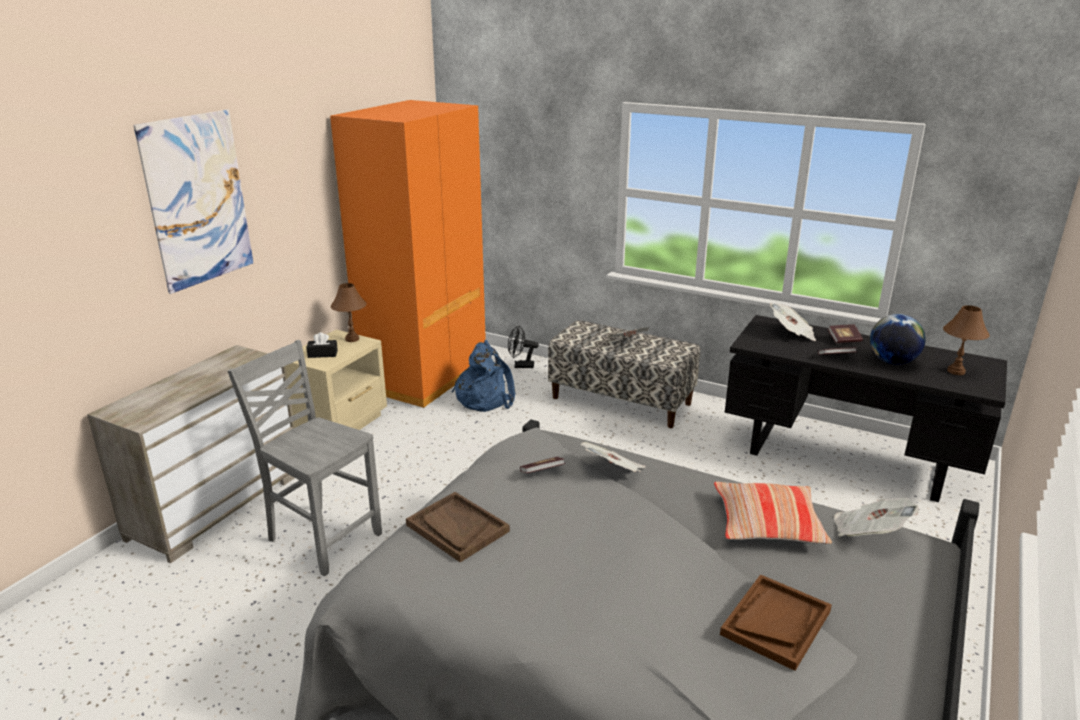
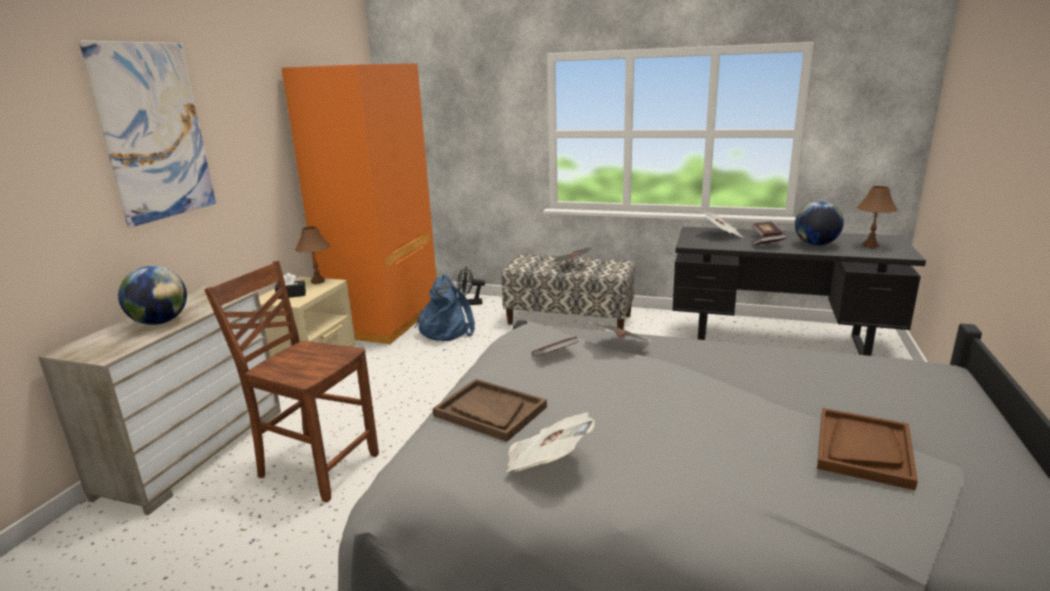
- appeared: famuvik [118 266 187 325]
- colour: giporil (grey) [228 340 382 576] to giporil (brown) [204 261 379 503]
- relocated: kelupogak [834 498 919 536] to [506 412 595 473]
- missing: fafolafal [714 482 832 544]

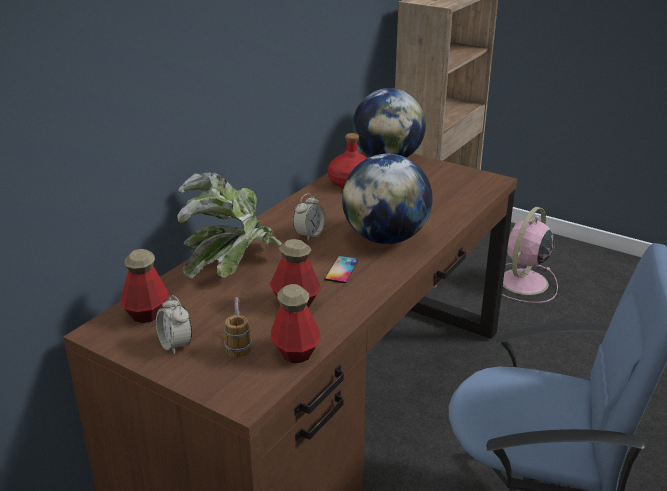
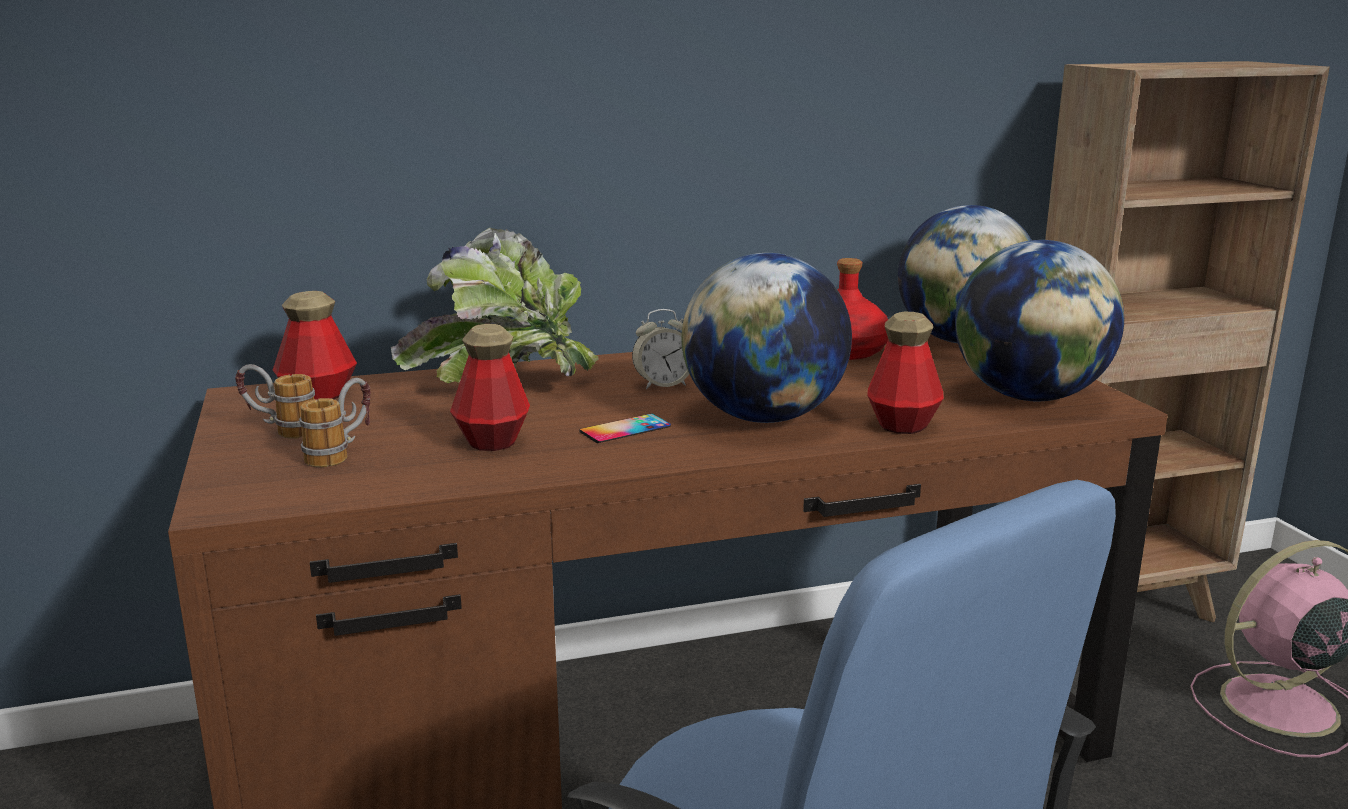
- exchanged: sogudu [156 295 192 355] to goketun [235 364 315 439]
- relocated: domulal [271 284 320 363] to [867 312 944 434]
- appeared: famuvik [955 240 1124 401]

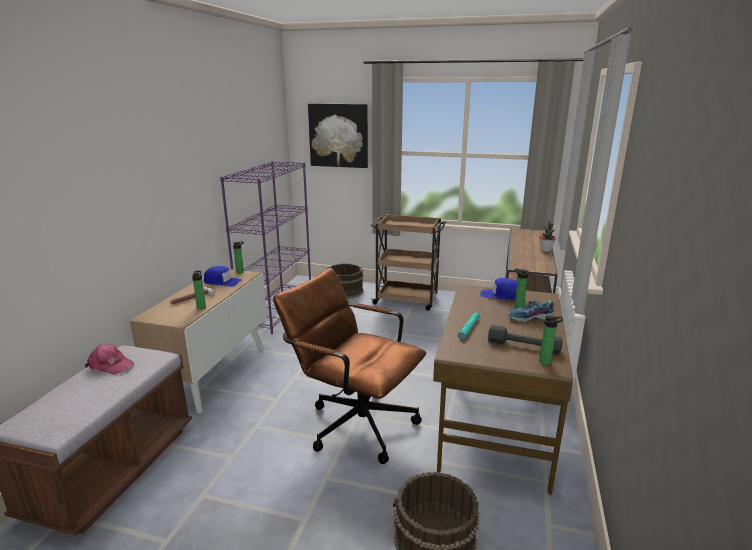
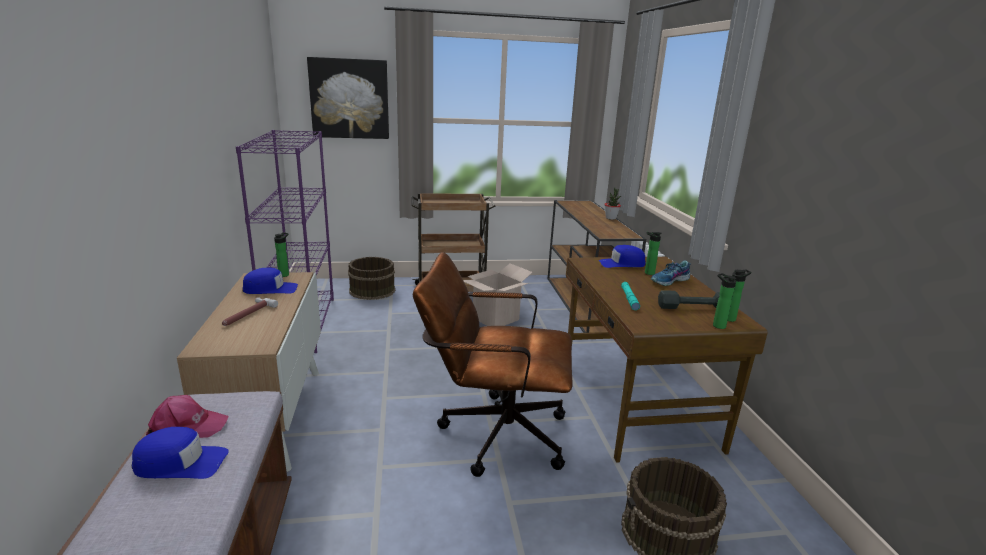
- appeared: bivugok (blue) [132 427 229 479]
- appeared: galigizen [463 263 533 326]
- relocated: domulal [192 270 206 310] to [713 273 736 329]

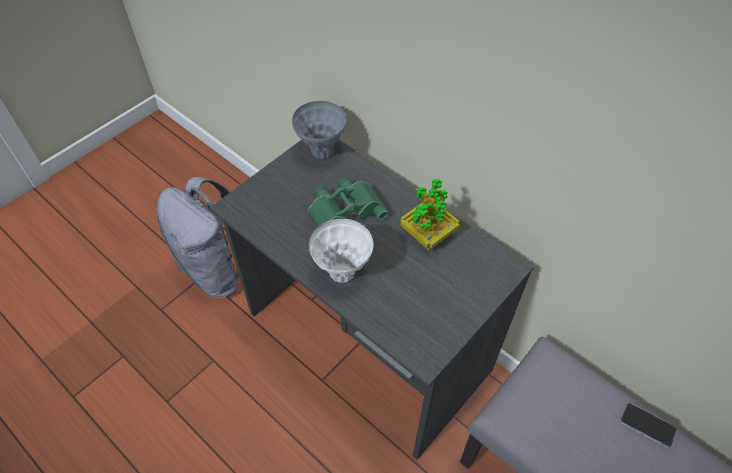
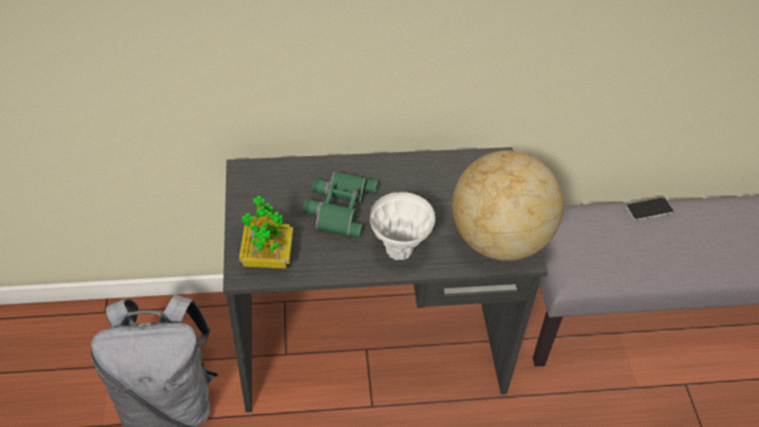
- relocated: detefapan [400 179 460 250] to [239 196 293 268]
- appeared: famuvik [452 150 563 261]
- missing: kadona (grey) [292 101 347 159]

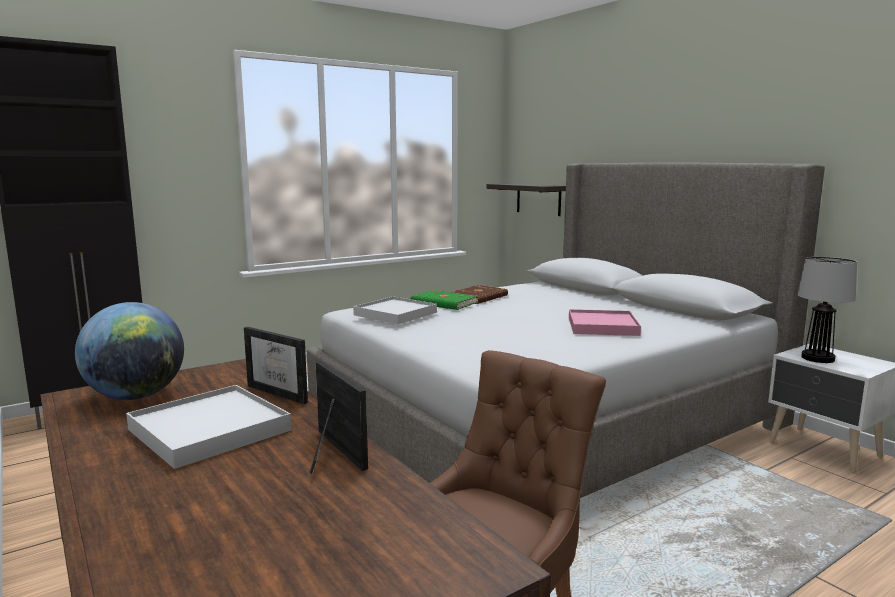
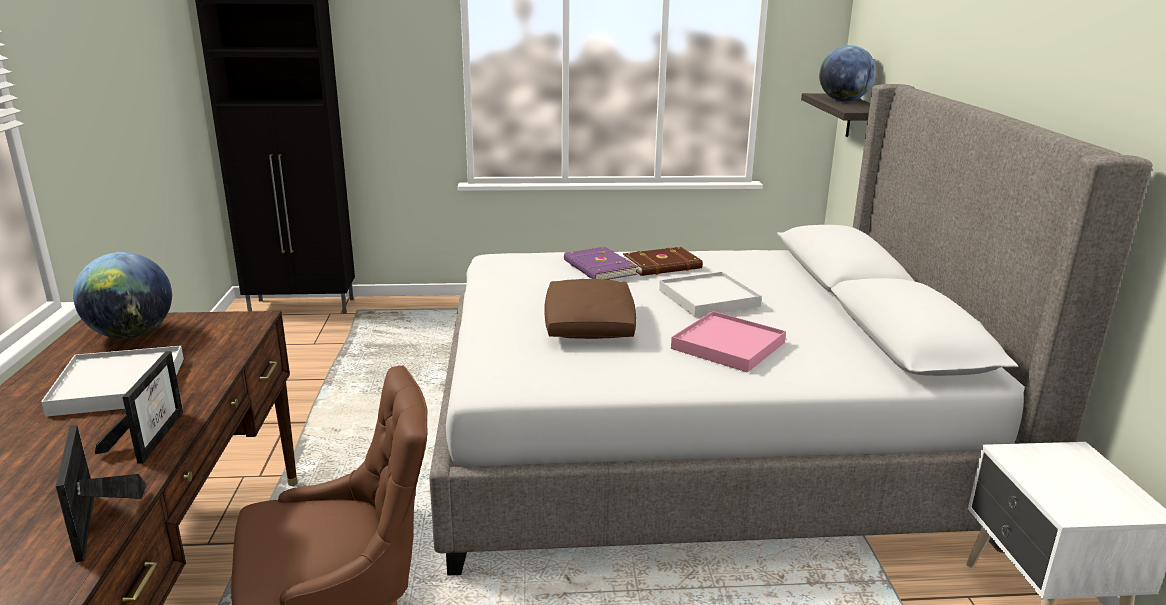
- relocated: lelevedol [244 327 308 404] to [55 425 146 562]
- appeared: fafolafal (brown) [545 279 636 339]
- colour: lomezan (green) [410 290 477 310] to lomezan (purple) [564 247 638 280]
- relocated: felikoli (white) [353 296 437 324] to [659 272 762 317]
- appeared: famuvik [819 45 876 101]
- missing: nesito [797 257 857 363]

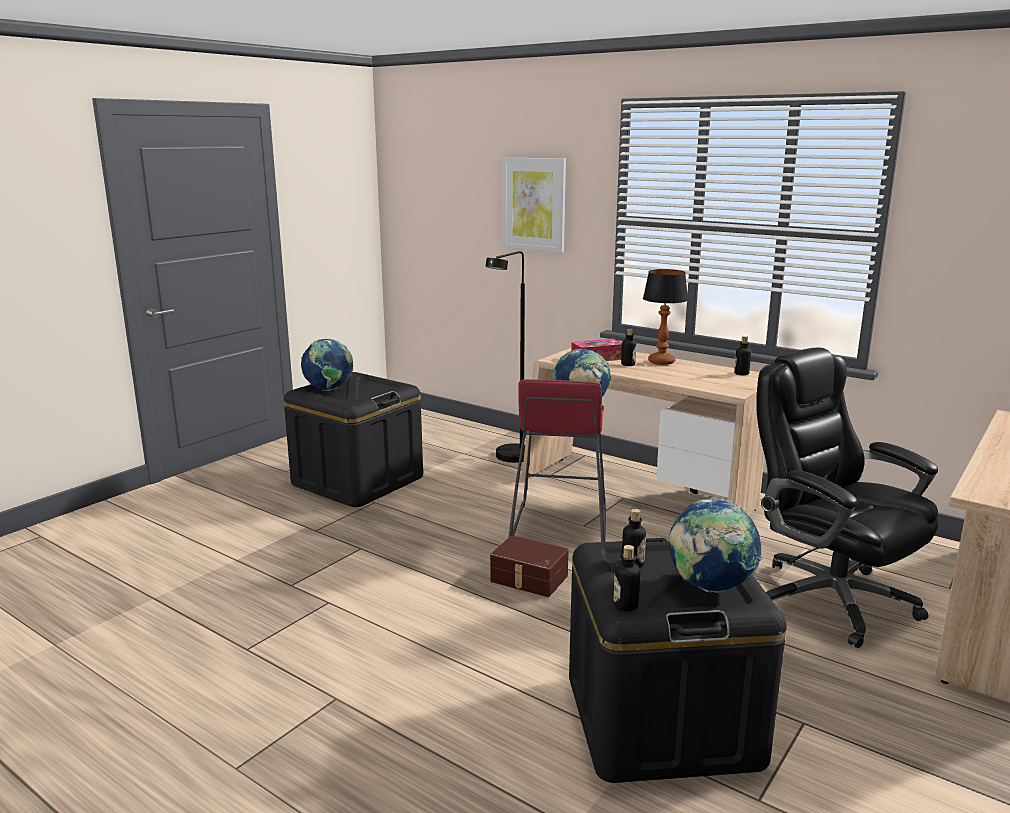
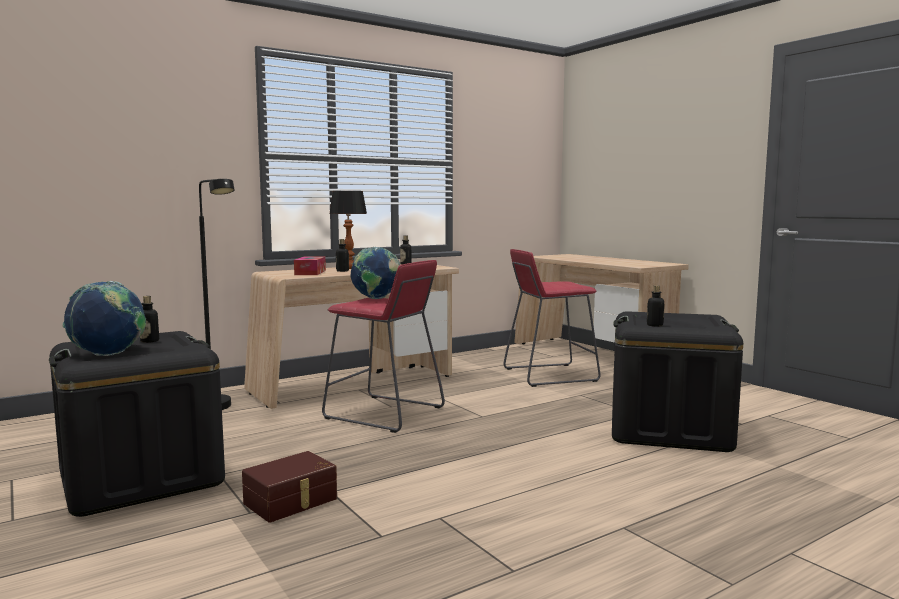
- relocated: domulal [613 545 640 611] to [140 296 159 343]
- relocated: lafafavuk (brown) [490 536 569 597] to [242 451 337 523]
- exchanged: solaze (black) [756 347 938 648] to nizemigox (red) [503 249 601 387]
- missing: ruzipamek [502 157 566 253]
- missing: famuvik [669 498 763 593]

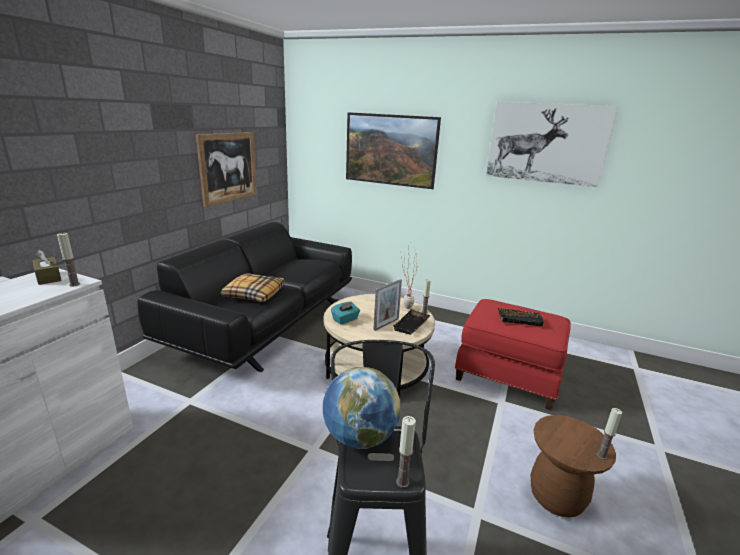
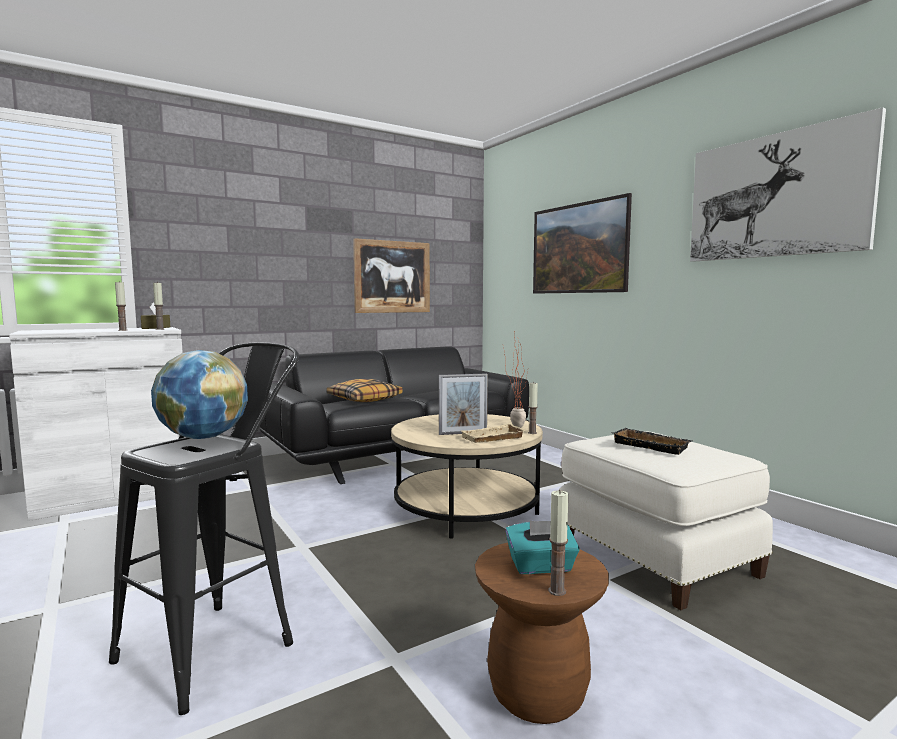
- relocated: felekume [396 416 416 488] to [115 281 127 331]
- colour: felikoli (black) [393 309 430 335] to felikoli (beige) [460 423 525 443]
- relocated: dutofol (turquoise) [331 302 360 325] to [506 521 580 574]
- colour: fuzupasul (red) [455 299 571 410] to fuzupasul (white) [559 431 773 610]

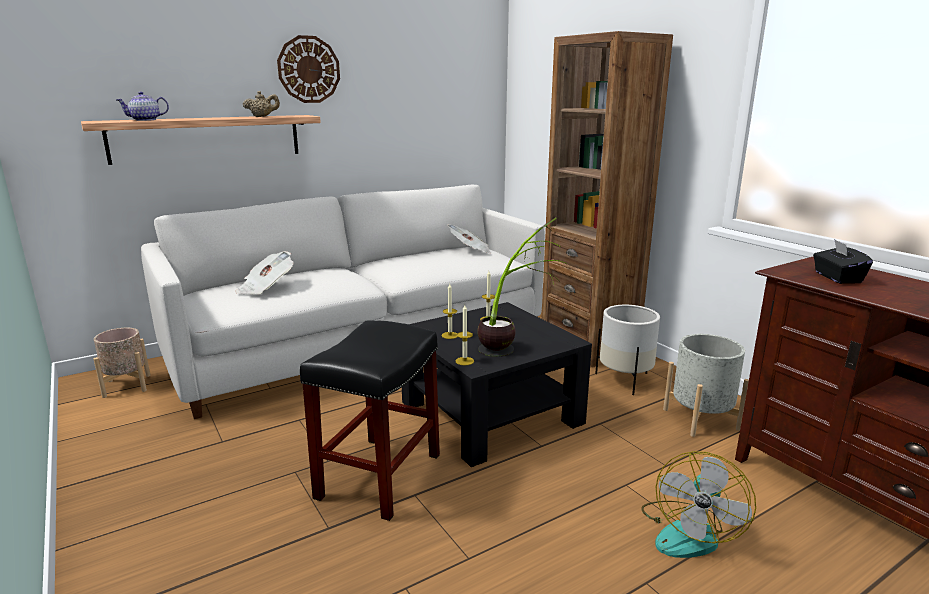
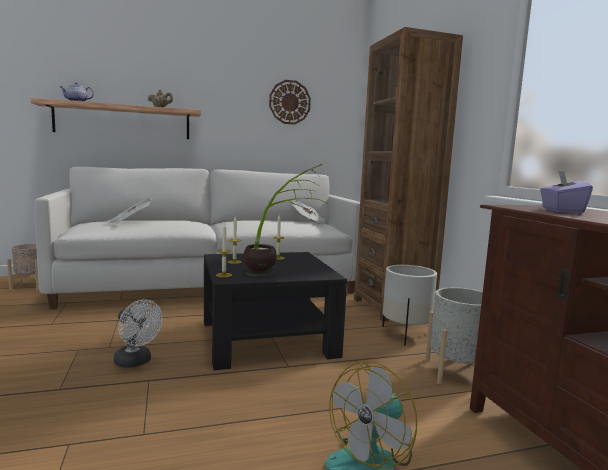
- exchanged: nizemigox (black) [300 320 440 521] to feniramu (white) [113 299 163 368]
- relocated: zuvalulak [277 35 340 103] to [269 80 311 125]
- colour: dutofol (black) [813 239 873 284] to dutofol (purple) [540 171 593 213]

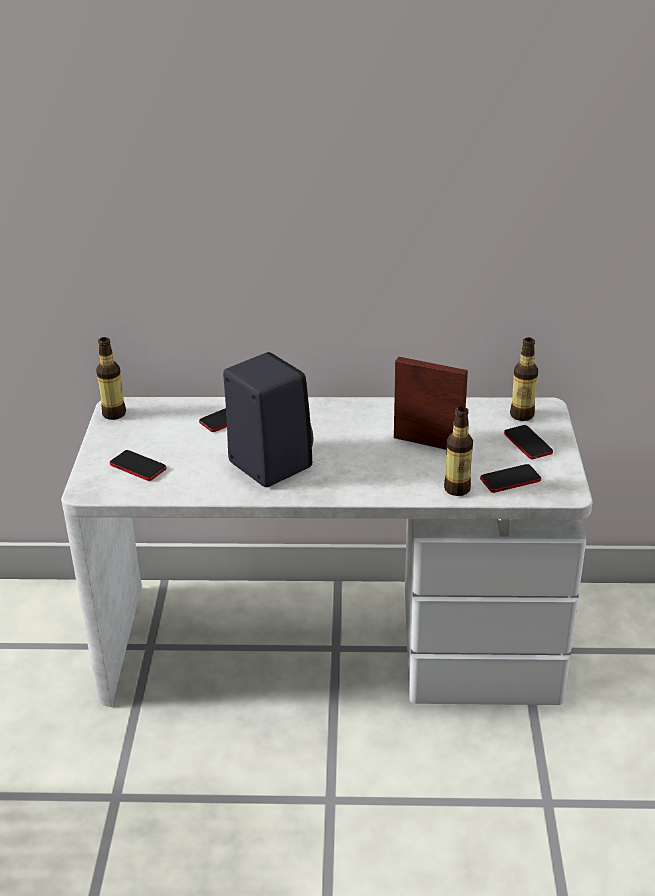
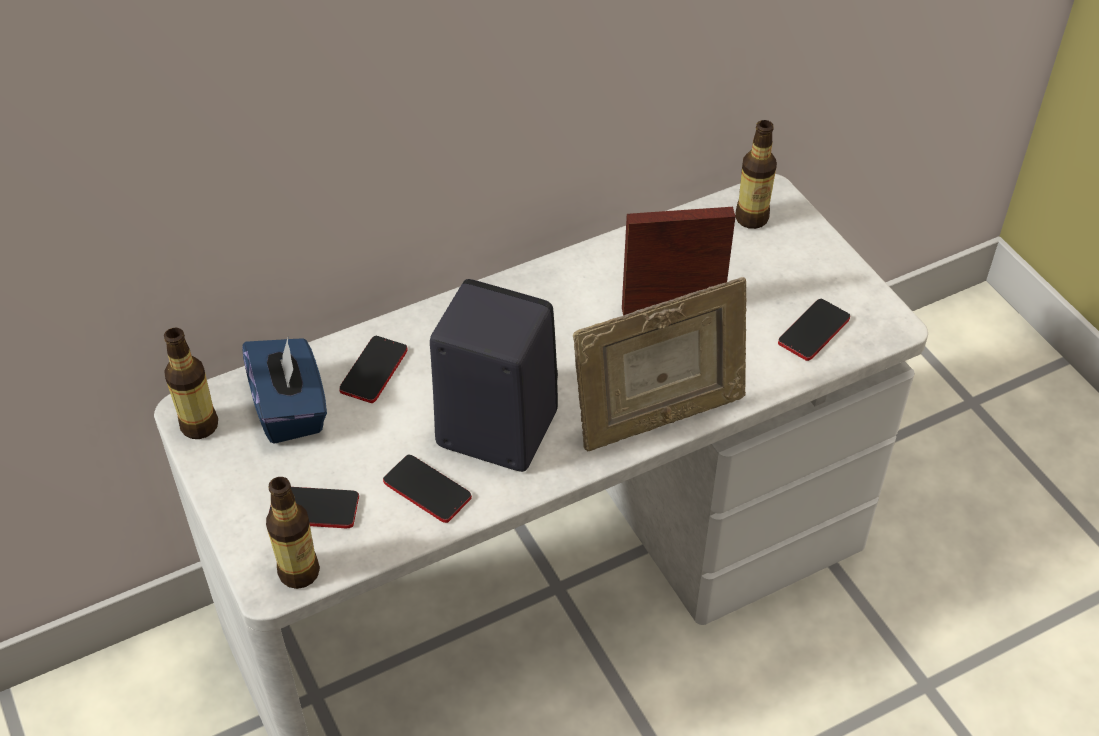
- appeared: dutofol (blue) [242 338 327 444]
- relocated: domulal [444 407 473 496] to [266 477 320 589]
- relocated: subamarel [504 425 553 459] to [383 455 472 523]
- appeared: lelevedol [573 277 747 451]

